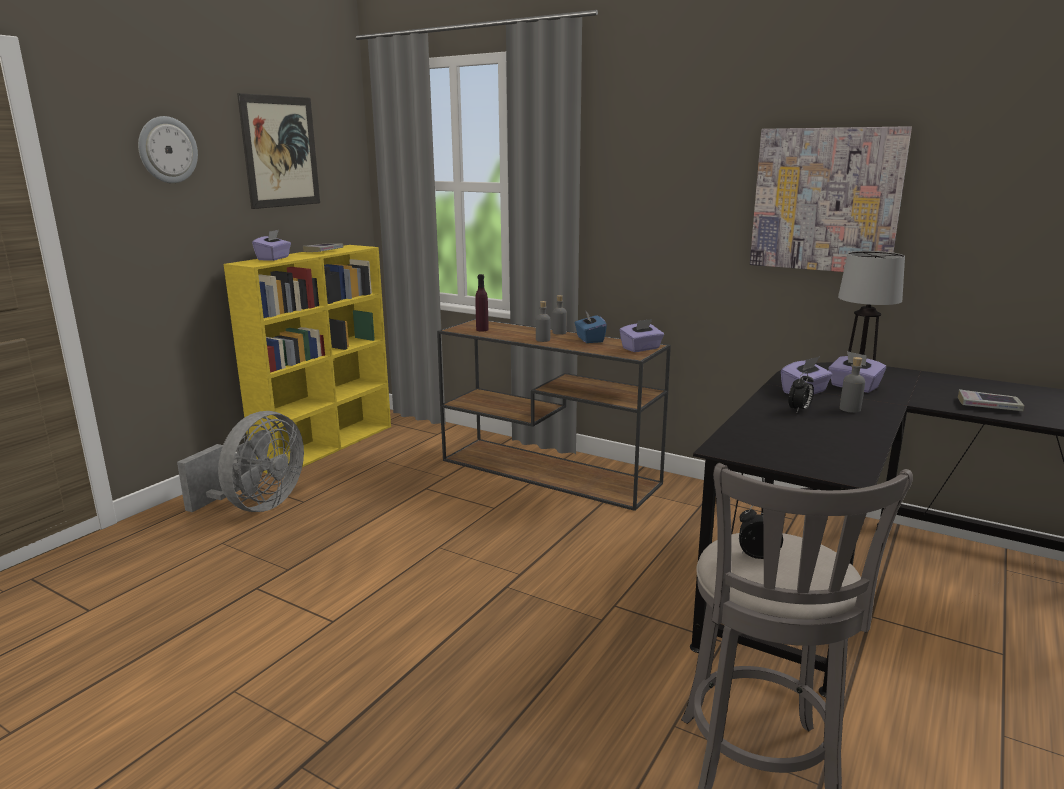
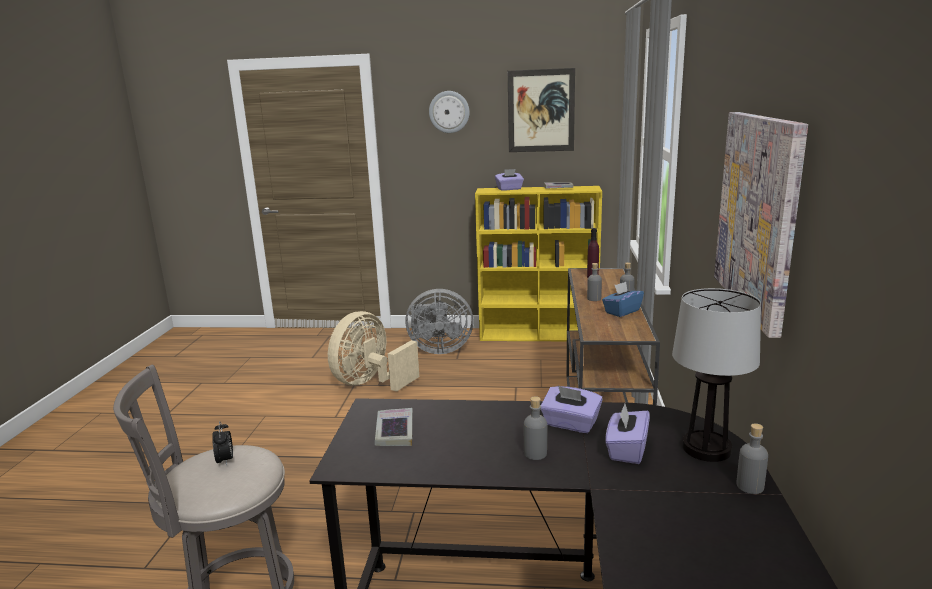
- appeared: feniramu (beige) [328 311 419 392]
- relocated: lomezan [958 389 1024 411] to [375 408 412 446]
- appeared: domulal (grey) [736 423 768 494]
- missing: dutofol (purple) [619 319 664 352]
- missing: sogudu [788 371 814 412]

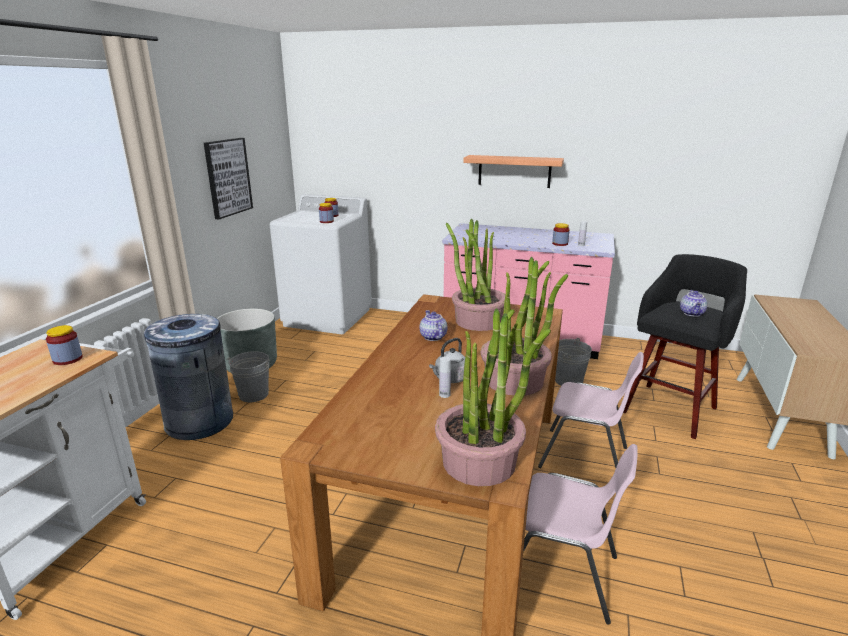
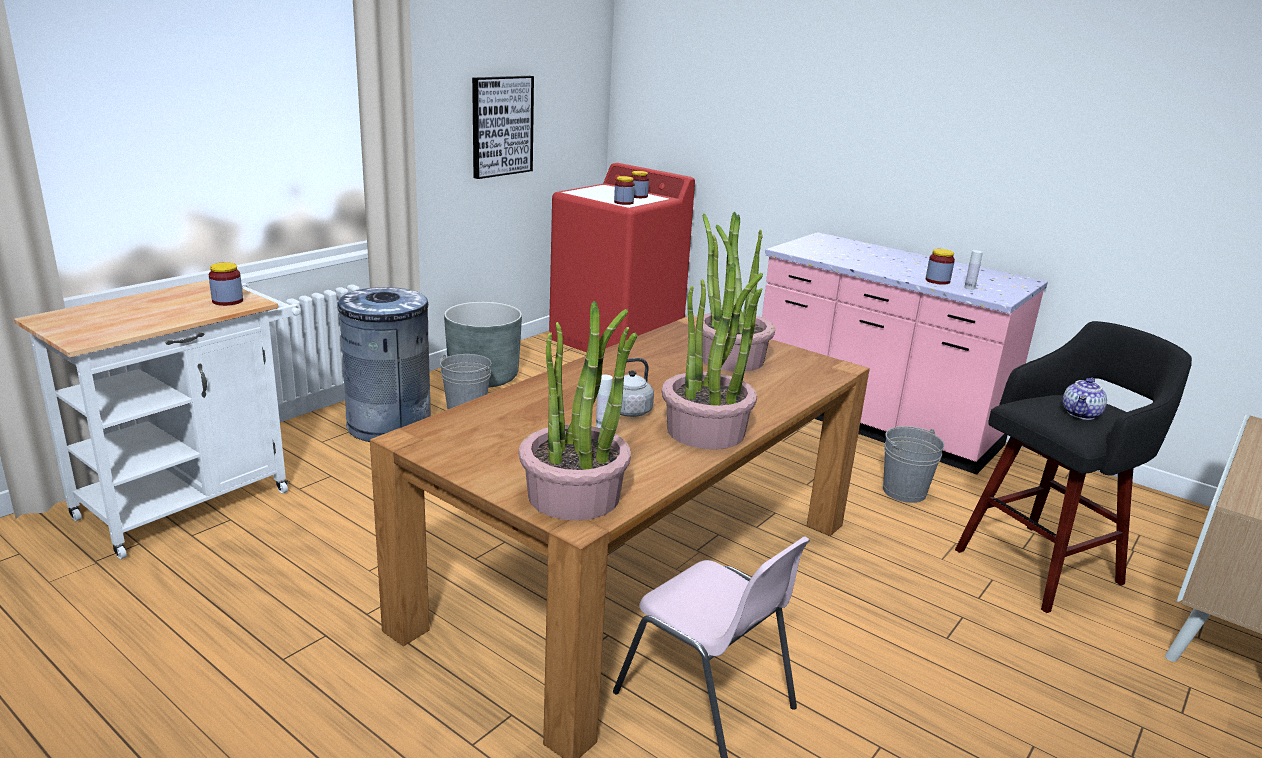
- colour: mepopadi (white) [270 194 372 334] to mepopadi (red) [549 163 695 353]
- missing: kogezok [420 310 447 341]
- missing: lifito [463 155 564 188]
- missing: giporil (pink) [538 352 644 468]

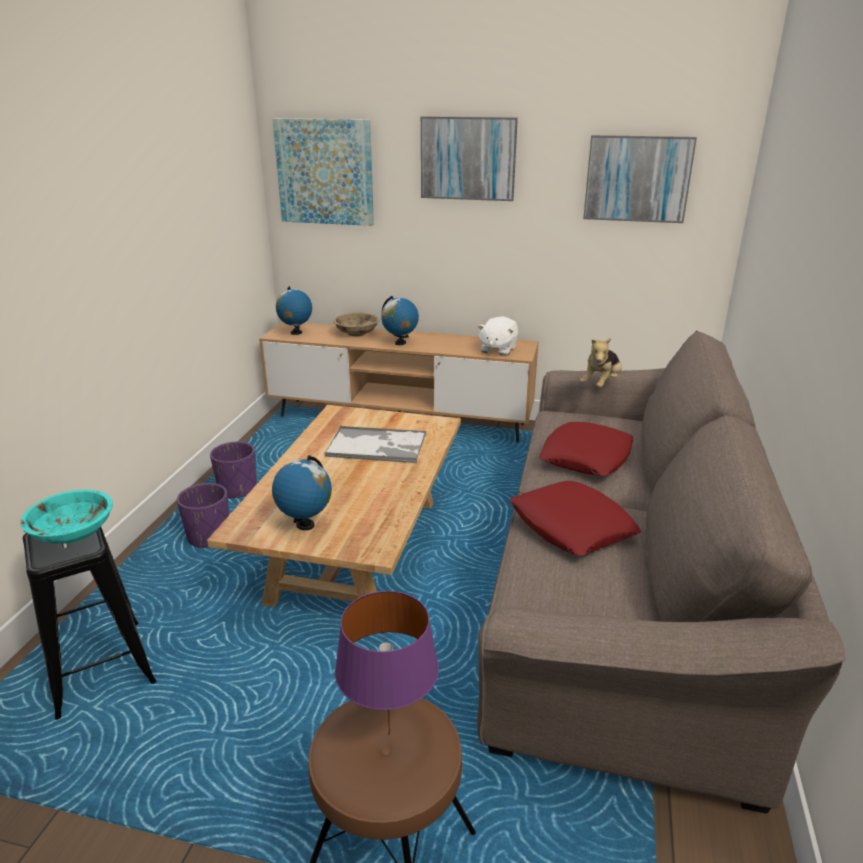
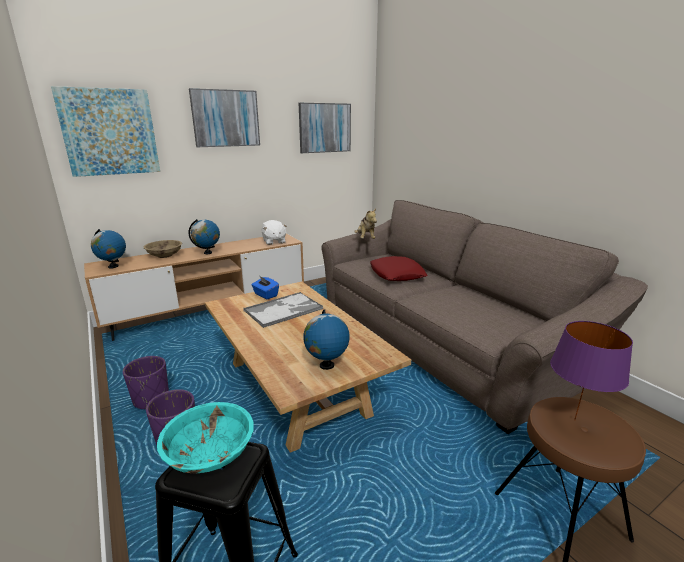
- appeared: dutofol (blue) [251 276 279 299]
- missing: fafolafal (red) [509 481 641 556]

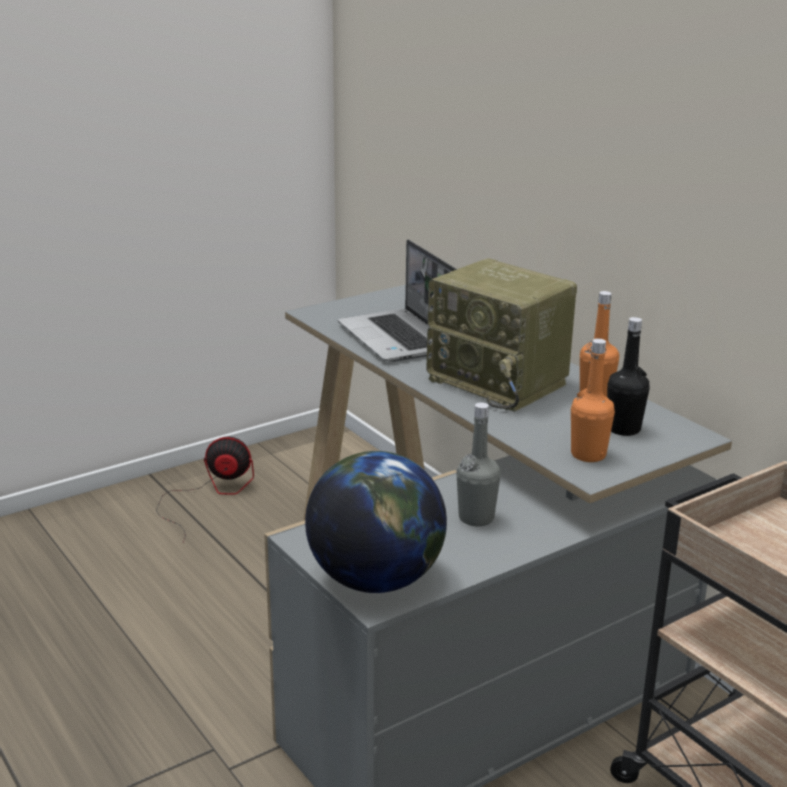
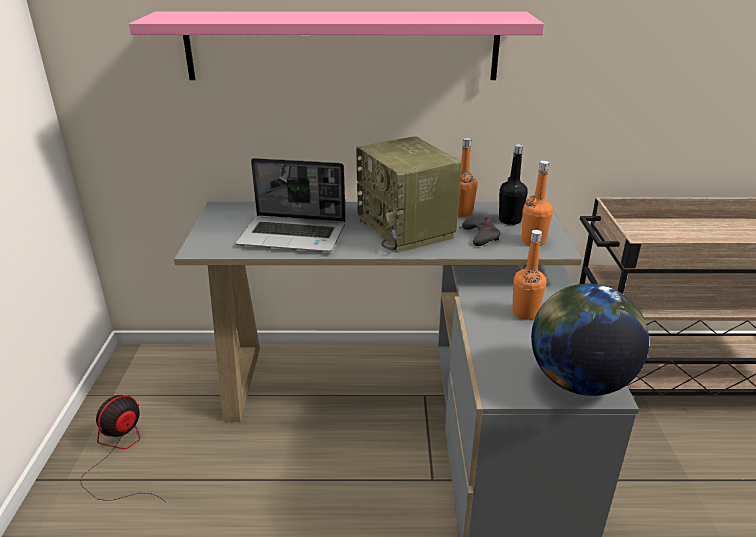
- appeared: lifito (pink) [129 12 544 80]
- spun: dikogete [426 258 577 412] = [356 136 462 253] 75 degrees clockwise
- appeared: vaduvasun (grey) [462 218 500 246]
- colour: domulal (grey) [456 403 501 526] to domulal (orange) [512 230 546 320]

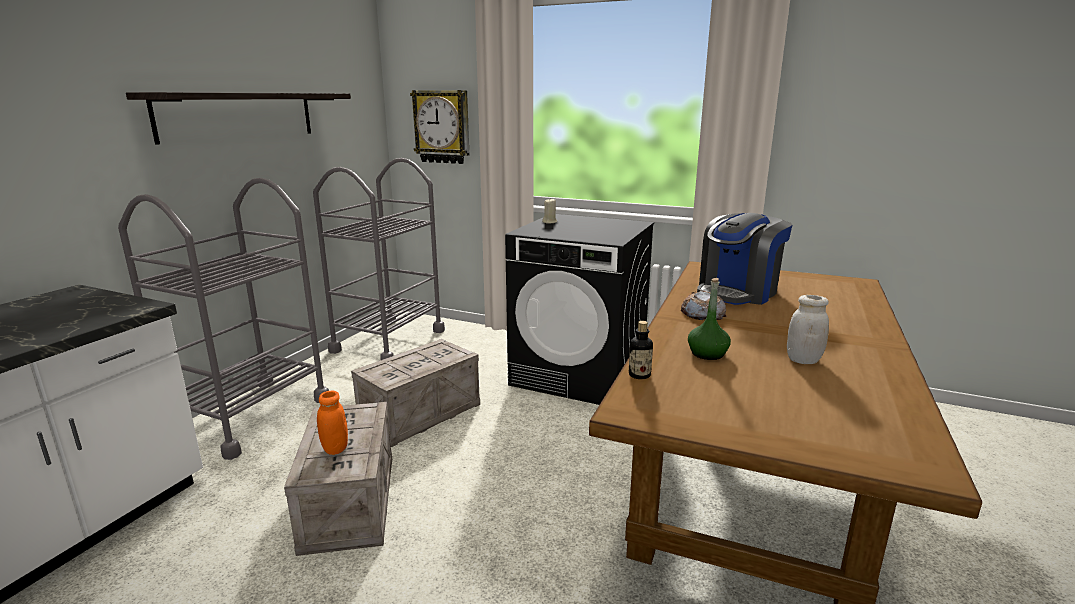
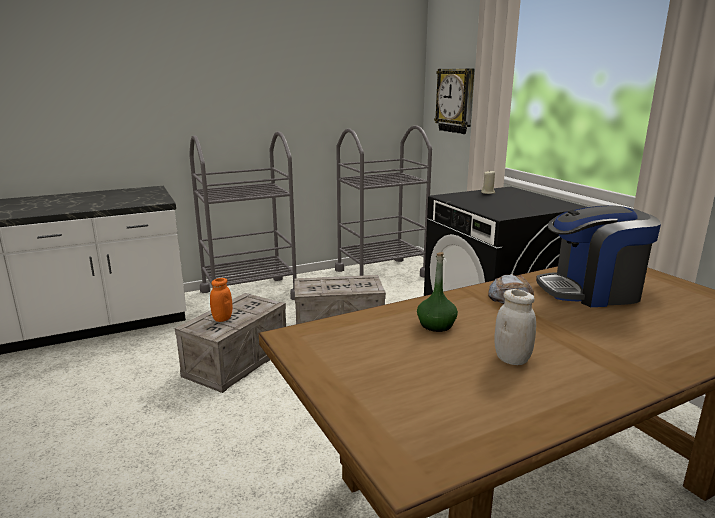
- missing: lifito [126 92 351 145]
- missing: domulal [629 321 653 379]

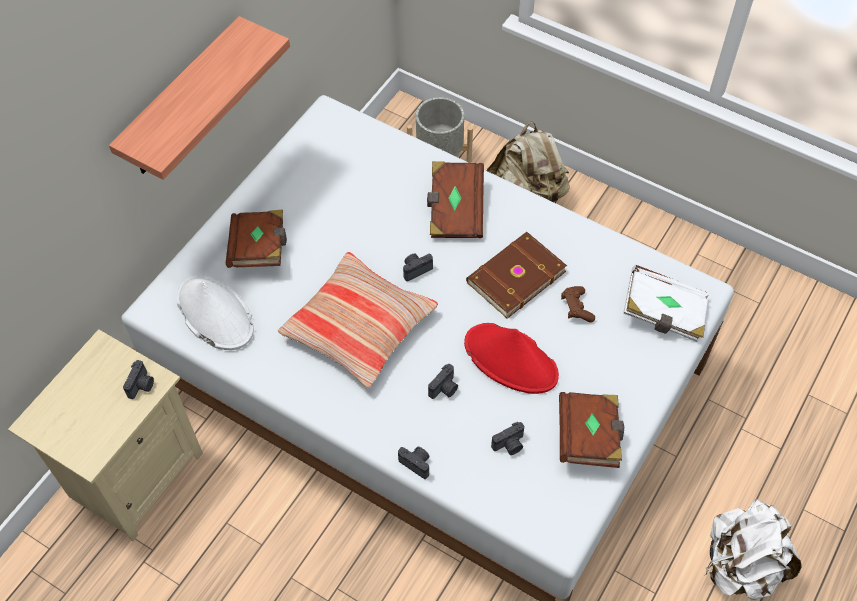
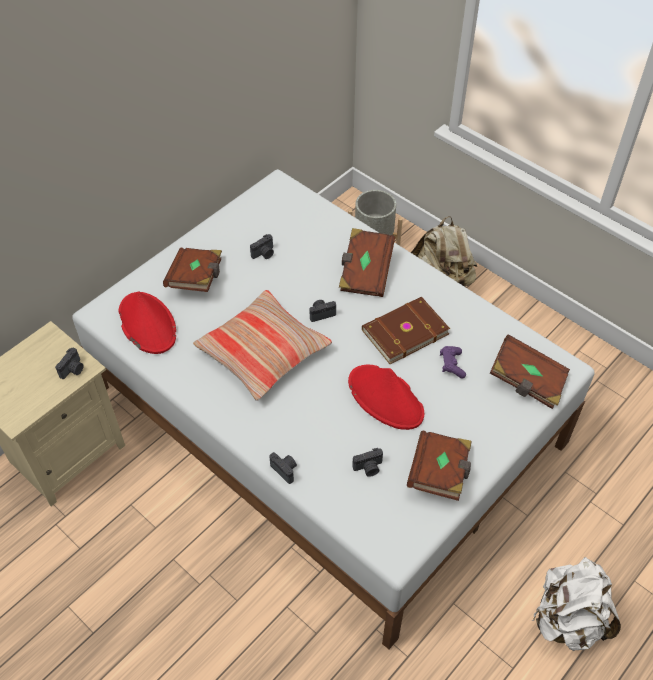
- colour: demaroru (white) [176 276 254 350] to demaroru (red) [119 291 176 354]
- relocated: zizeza [428 364 458 399] to [250 234 274 259]
- colour: vaduvasun (brown) [561 286 595 322] to vaduvasun (purple) [440 346 466 379]
- colour: lomezan (white) [623 265 709 342] to lomezan (brown) [490 334 570 409]
- missing: lifito [109 16 290 180]

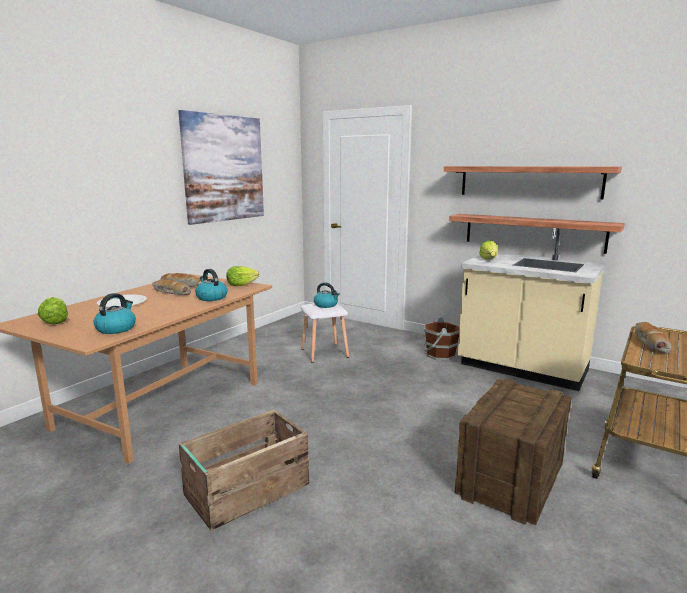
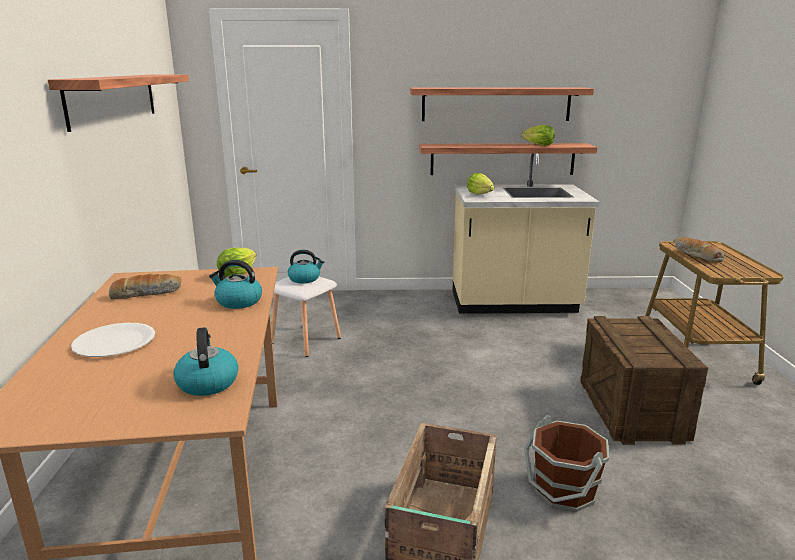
- exchanged: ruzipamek [178 110 264 225] to lifito [48 74 189 132]
- relocated: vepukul [38 297 68 325] to [522 125 555 146]
- relocated: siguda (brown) [423 317 460 360] to [524 415 609 512]
- missing: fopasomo [152 279 191 295]

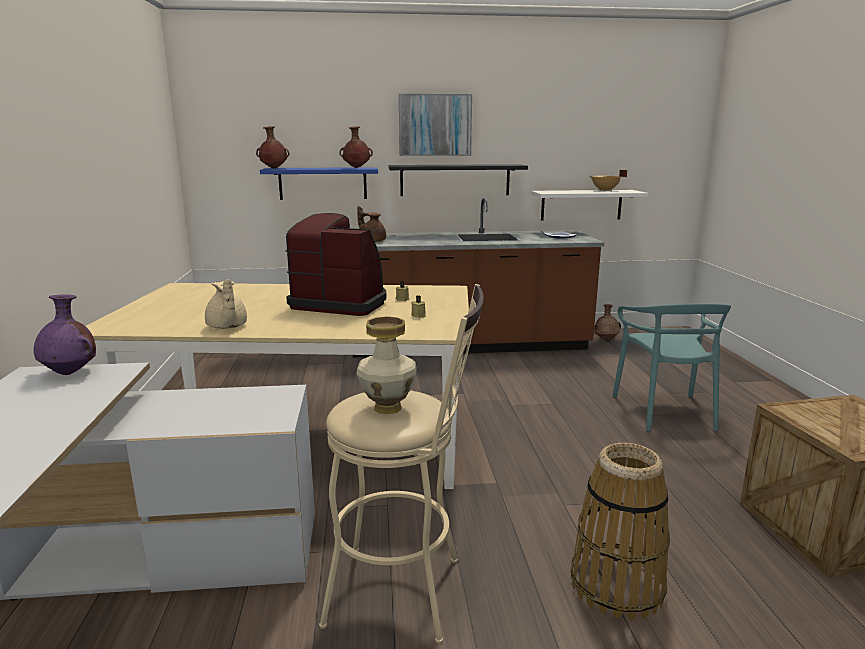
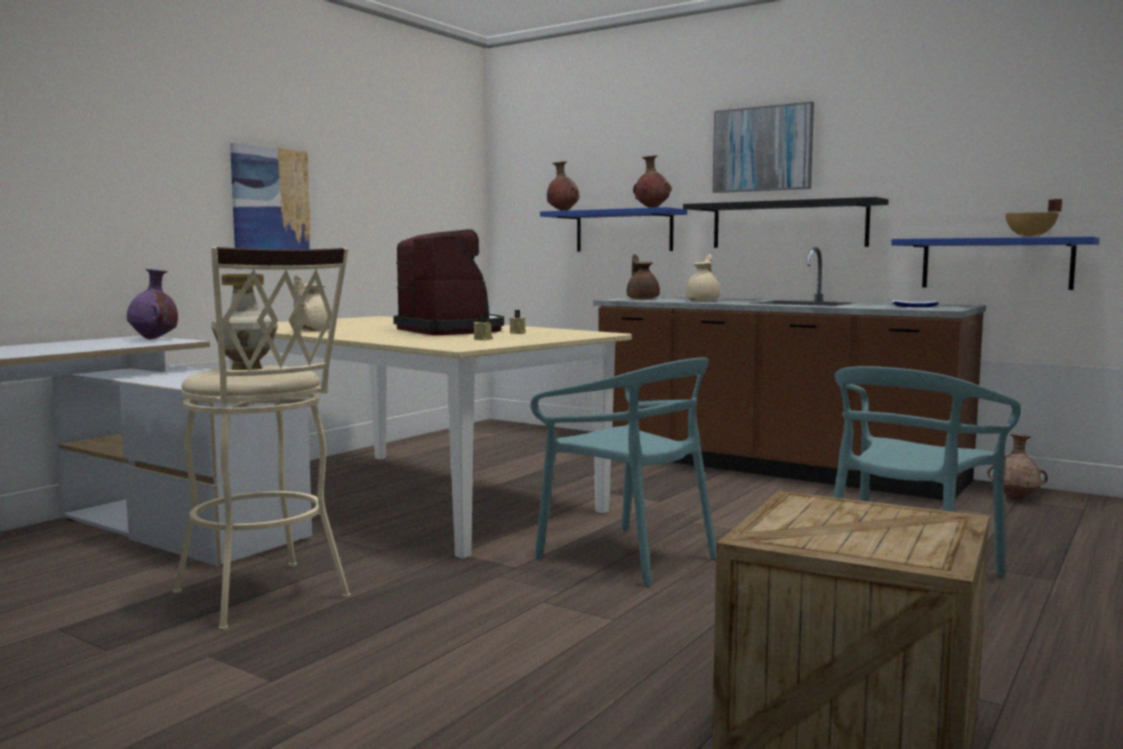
- appeared: ruzipamek [230 142 311 249]
- appeared: giporil (turquoise) [531 358 716 587]
- appeared: kogezok (beige) [686 254 721 301]
- colour: lifito (white) [531 190 648 221] to lifito (blue) [891 237 1100 290]
- missing: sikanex [570 443 670 620]

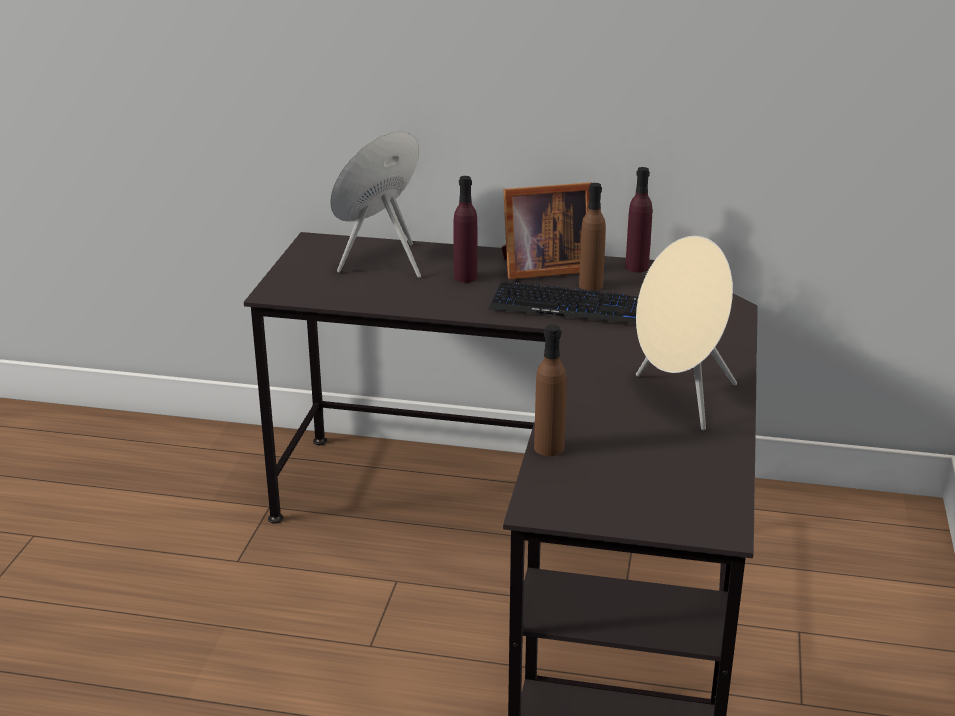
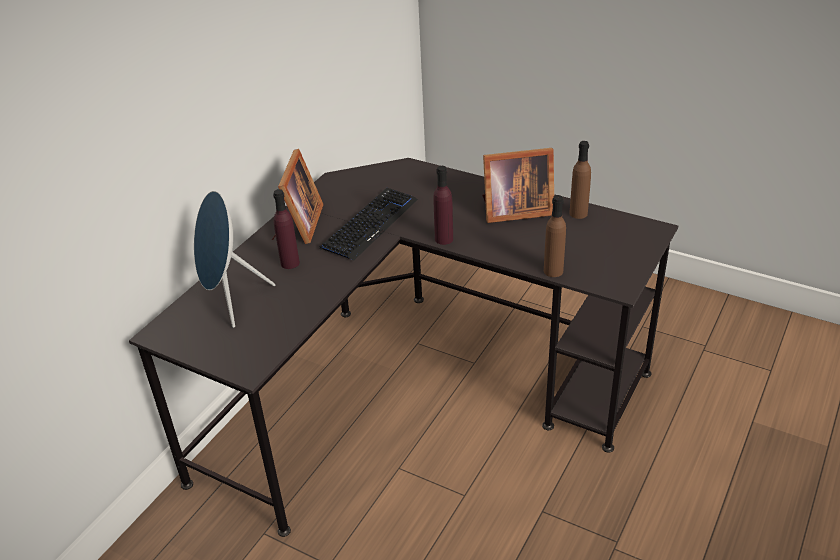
- relocated: domulal (purple) [625 167 652 273] to [433 166 453 245]
- exchanged: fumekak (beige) [636 236 737 430] to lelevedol [482 148 554 223]
- relocated: domulal (brown) [579 183 606 291] to [569 141 591 219]

